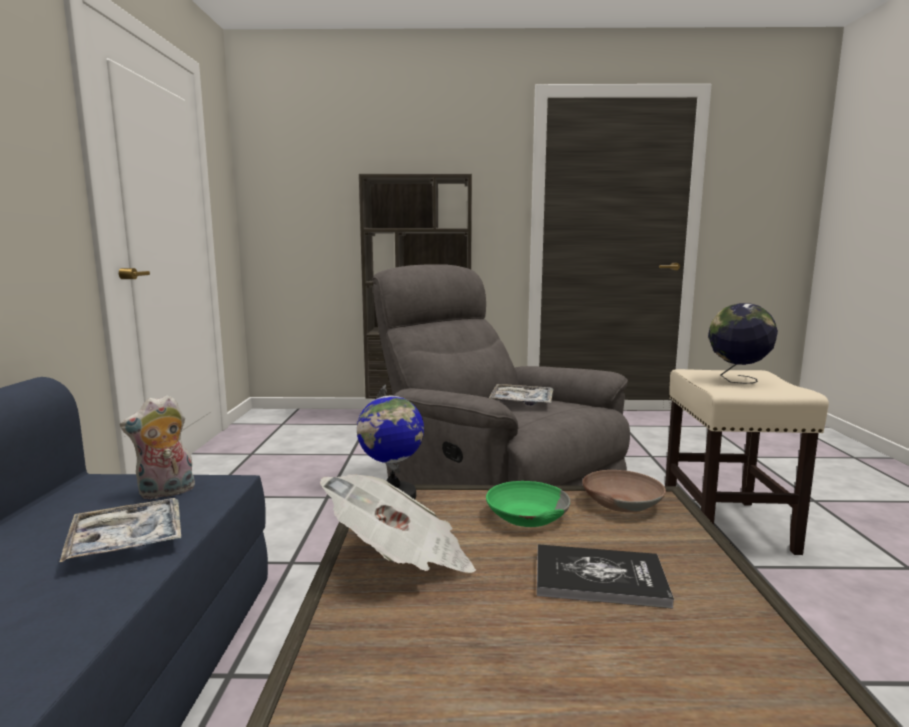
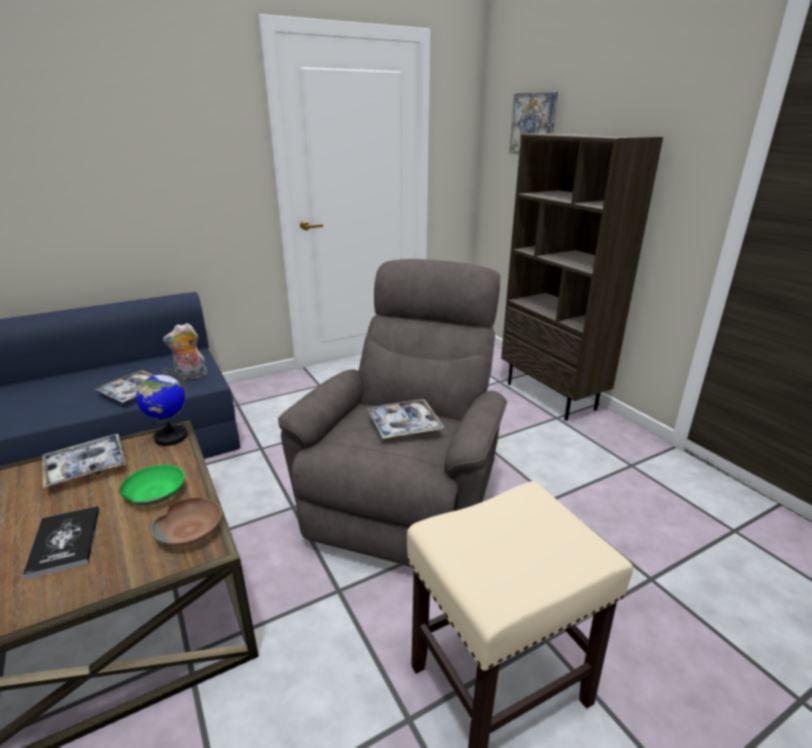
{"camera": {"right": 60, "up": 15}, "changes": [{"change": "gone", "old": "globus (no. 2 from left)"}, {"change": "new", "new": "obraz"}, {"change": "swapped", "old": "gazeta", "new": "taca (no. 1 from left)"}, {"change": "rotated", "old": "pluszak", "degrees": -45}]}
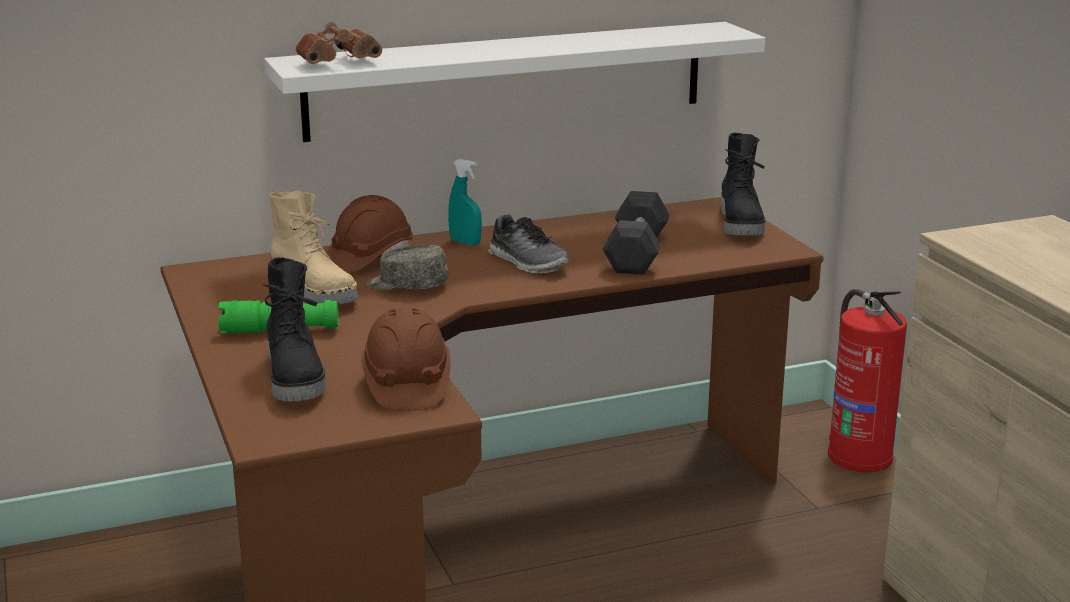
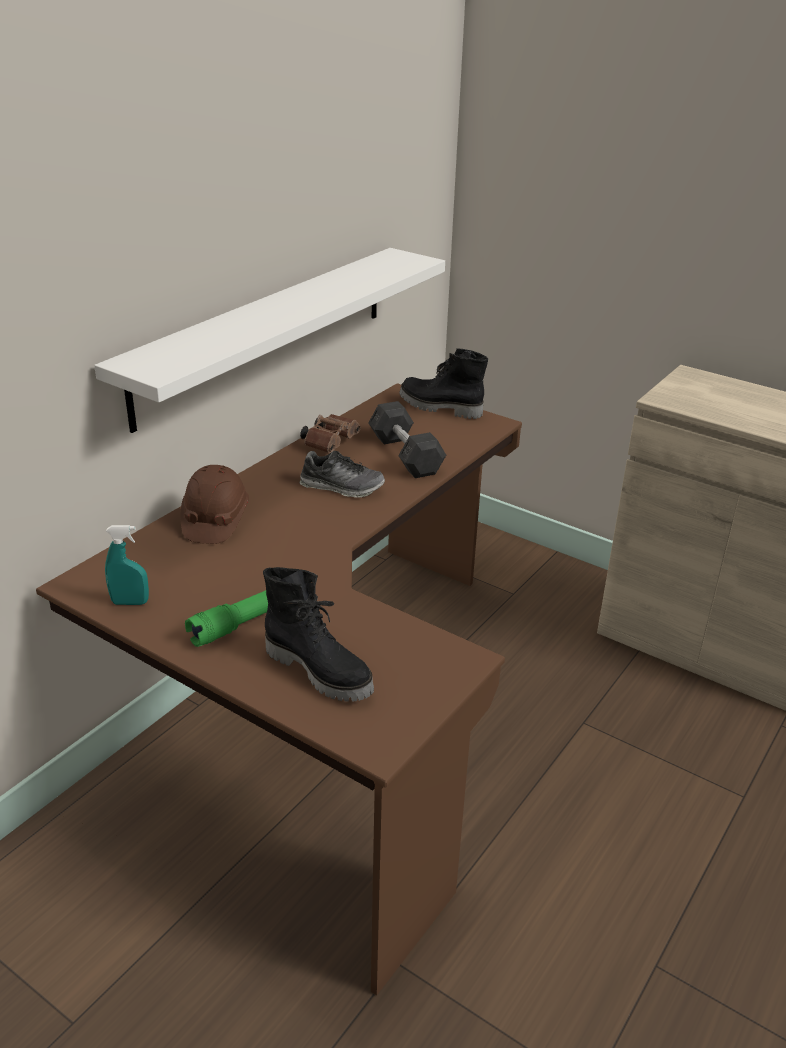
{"camera": {"right": -35, "up": 10}, "changes": [{"change": "gone", "old": "but z cholewką (beżowy)"}, {"change": "gone", "old": "kask (brązowy) (no. 2 from left)"}, {"change": "gone", "old": "czapka z daszkiem (szary)"}, {"change": "gone", "old": "gaśnica"}, {"change": "shifted", "old": "lornetka (brązowy)"}, {"change": "shifted", "old": "spryskiwacz (turkusowy)"}, {"change": "rotated", "old": "but z cholewką (czarny) (no. 2 from left)", "degrees": 150}]}
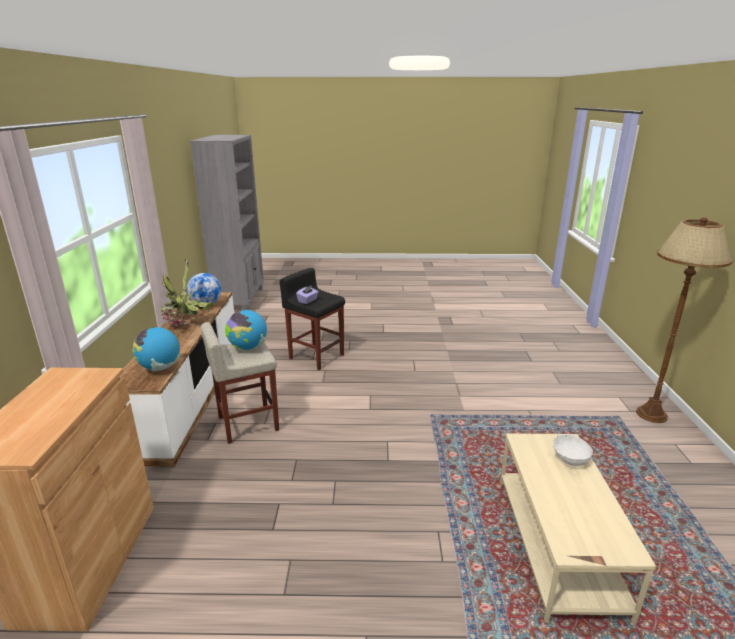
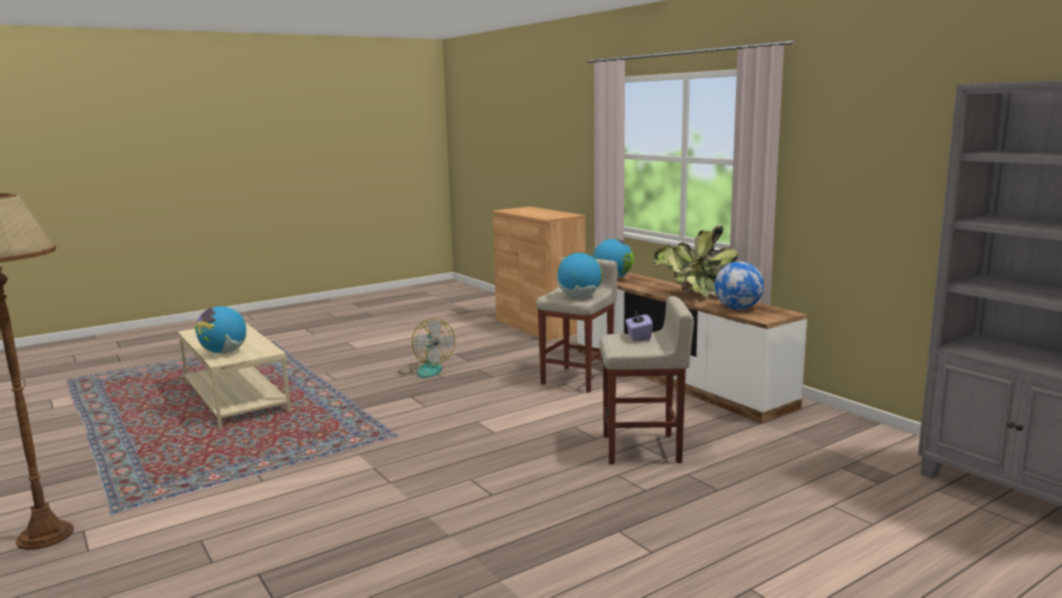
{"camera": {"right": 145, "up": -10}, "changes": [{"change": "new", "new": "wentylator"}, {"change": "swapped", "old": "miska (biały)", "new": "globus (no. 1 from left)"}, {"change": "repainted", "old": "stołek (czarny)", "new": "stołek (beżowy) (no. 2 from left)"}]}
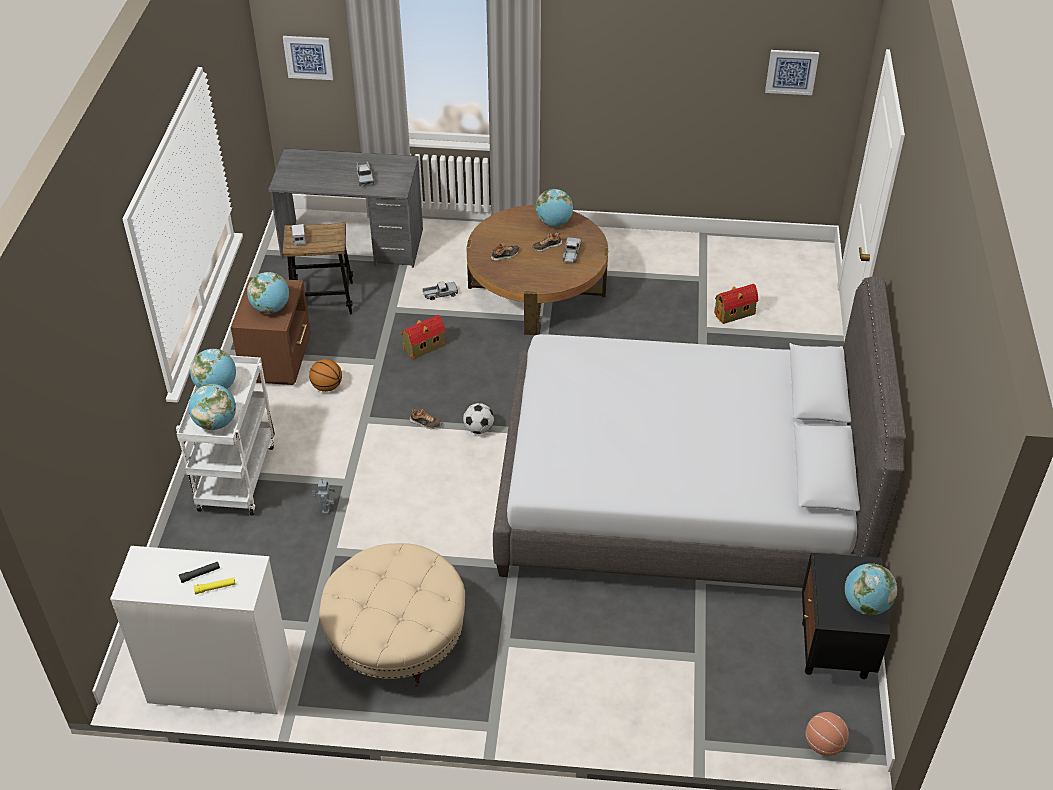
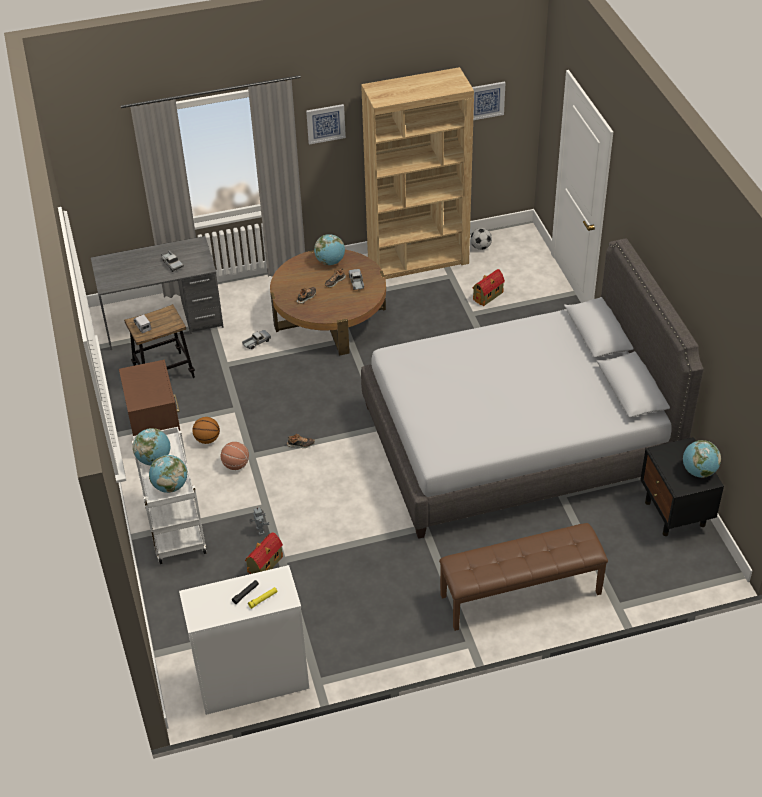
{"camera": {"right": -20, "up": 0}, "changes": [{"change": "gone", "old": "globus (no. 3 from left)"}, {"change": "gone", "old": "pufa (beżowy)"}, {"change": "new", "new": "regał (brązowy)"}, {"change": "new", "new": "ławka (brązowy)"}, {"change": "shifted", "old": "obraz (no. 1 from left)"}, {"change": "shifted", "old": "domek (no. 1 from left)"}, {"change": "shifted", "old": "piłka futbolowa"}, {"change": "shifted", "old": "piłka do koszykówki (no. 2 from left)"}]}
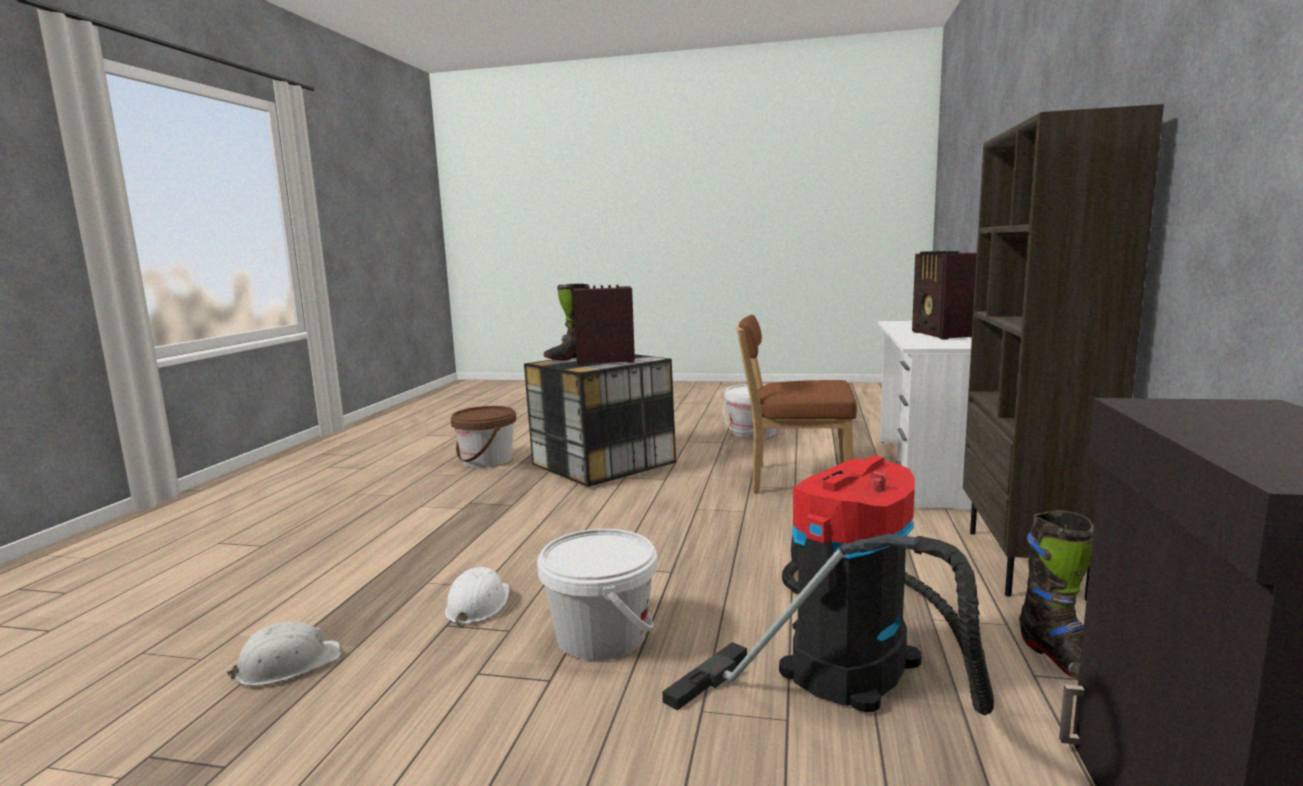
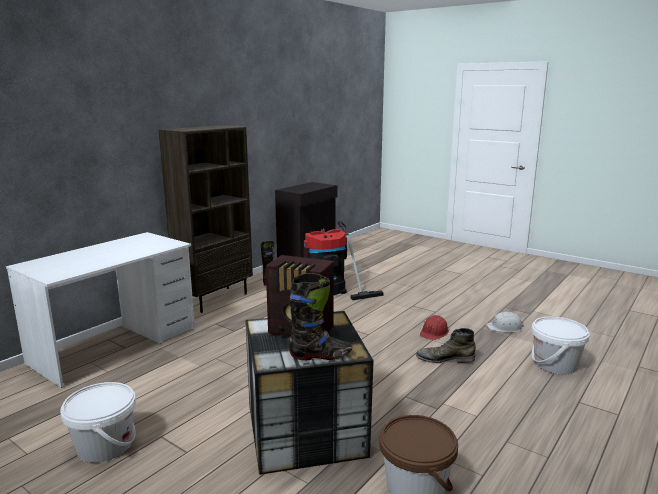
{"camera": {"right": -155, "up": 5}, "changes": [{"change": "gone", "old": "krzesło (brązowy)"}, {"change": "gone", "old": "radio (no. 2 from left)"}, {"change": "new", "new": "but z cholewką (zielony)"}, {"change": "shifted", "old": "wiadro (biały) (no. 1 from left in the first image)", "new": "wiadro (biały) (no. 2 from left)"}, {"change": "repainted", "old": "kask (biały) (no. 2 from left)", "new": "kask (czerwony)"}]}
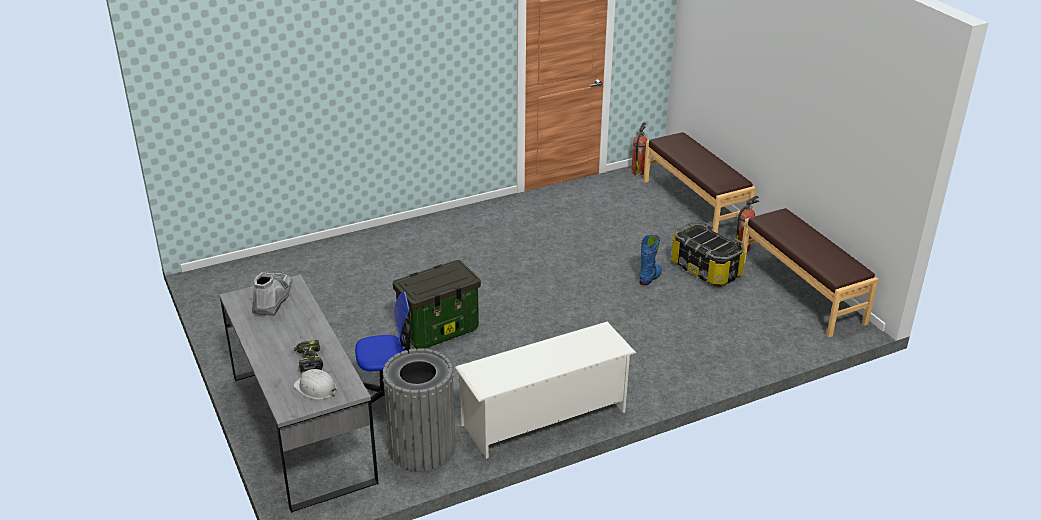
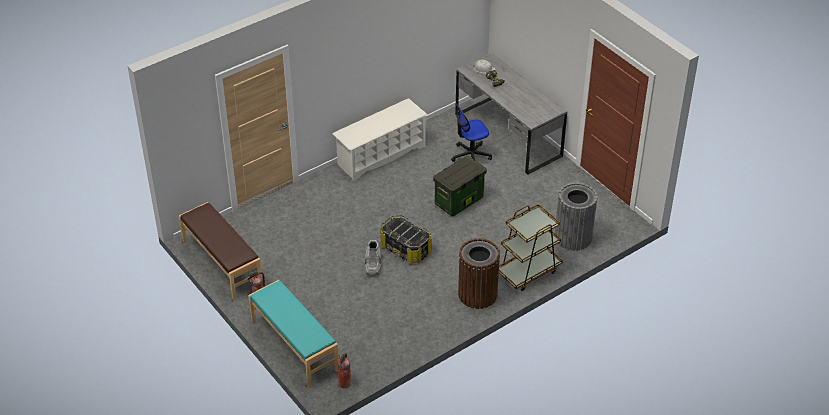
{"camera": {"right": 170, "up": 10}, "changes": [{"change": "gone", "old": "but z cholewką (niebieski)"}, {"change": "new", "new": "kosz na śmieci (brązowy)"}, {"change": "new", "new": "wózek (brązowy)"}, {"change": "shifted", "old": "but z cholewką (szary)"}, {"change": "shifted", "old": "kosz na śmieci (szary)"}, {"change": "shifted", "old": "pojemnik do przechowywania (no. 2 from left in the first image)", "new": "pojemnik do przechowywania (no. 1 from left)"}, {"change": "repainted", "old": "ławka (brązowy) (no. 1 from left)", "new": "ławka (turkusowy)"}]}
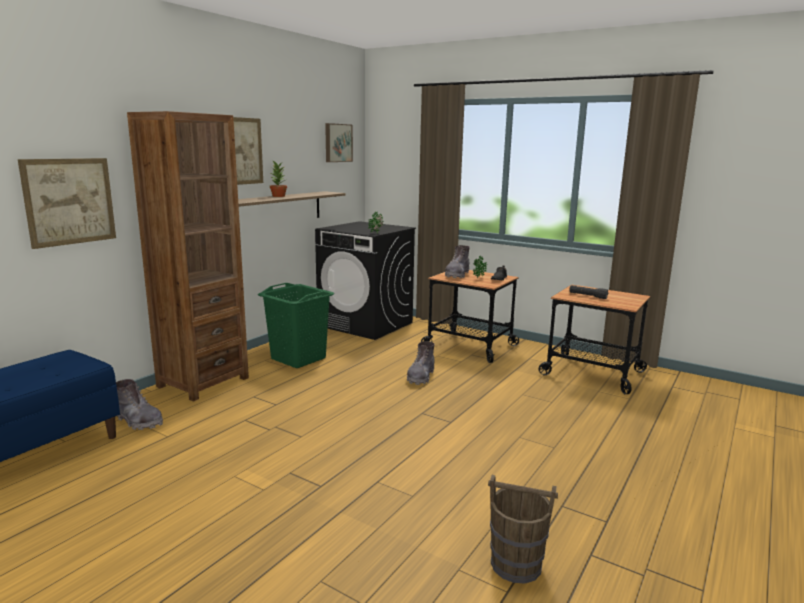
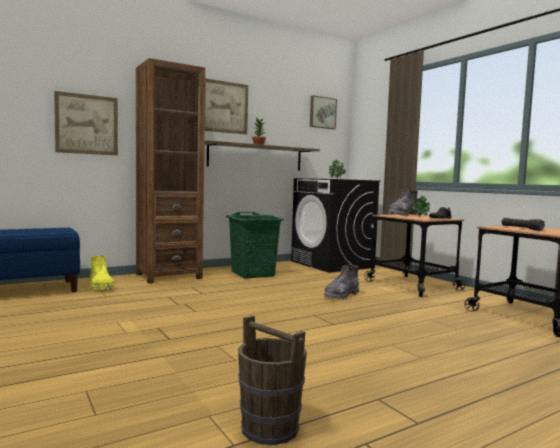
{"camera": {"right": 25, "up": -10}, "changes": [{"change": "repainted", "old": "but z cholewką (szary) (no. 1 from left)", "new": "but z cholewką (żółty)"}]}
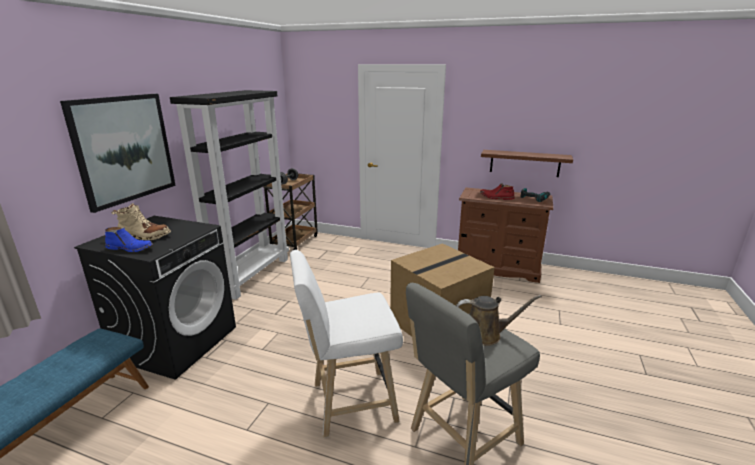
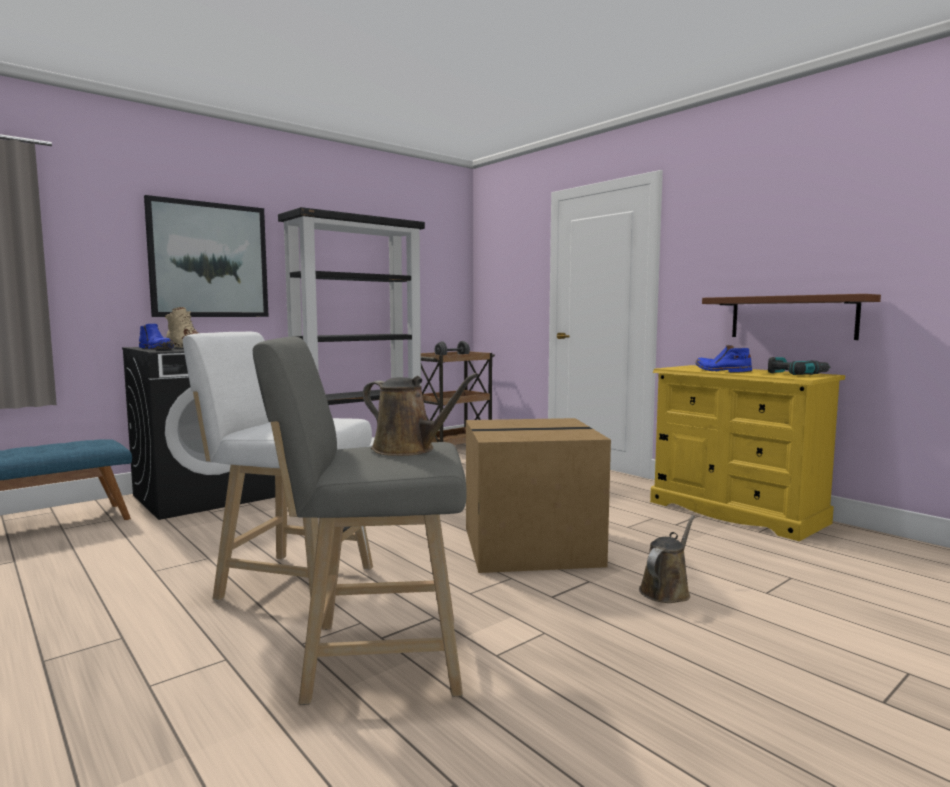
{"camera": {"right": 30, "up": -15}, "changes": [{"change": "new", "new": "konewka (brązowy) (no. 2 from left)"}, {"change": "repainted", "old": "komoda (brązowy)", "new": "komoda (żółty)"}, {"change": "repainted", "old": "but z cholewką (czerwony)", "new": "but z cholewką (niebieski) (no. 2 from left)"}]}
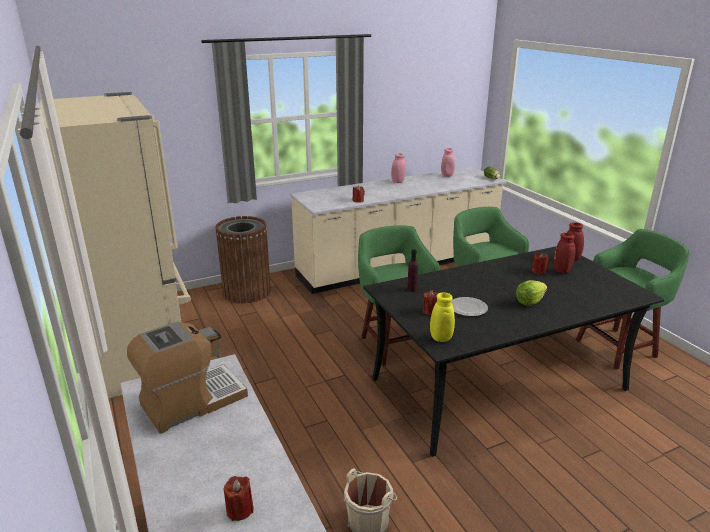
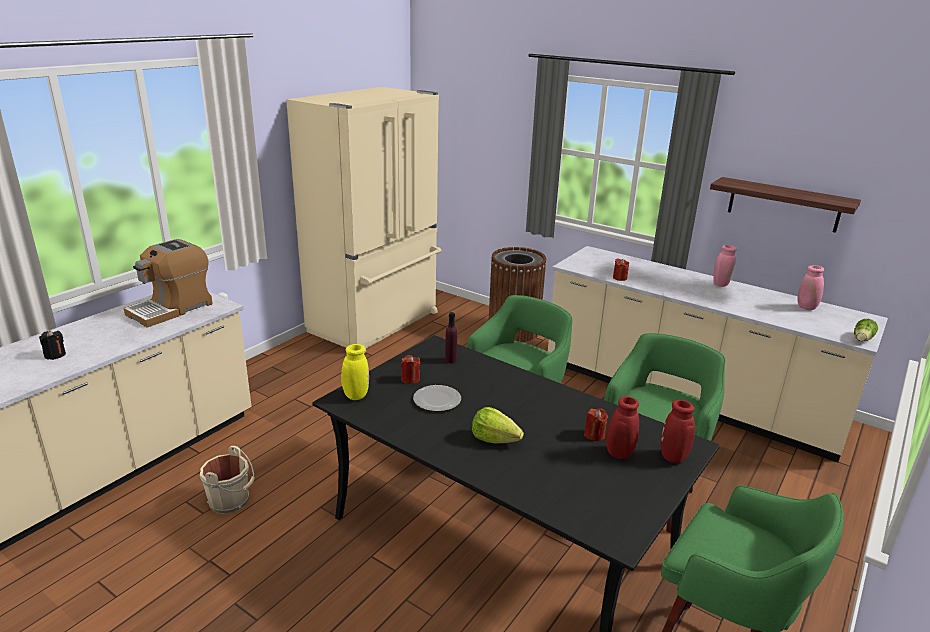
{"camera": {"right": 60, "up": 0}, "changes": [{"change": "new", "new": "półka"}, {"change": "repainted", "old": "świeca (czerwony) (no. 1 from left)", "new": "świeca (czarny)"}, {"change": "rotated", "old": "ekspres do kawy", "degrees": 105}]}
